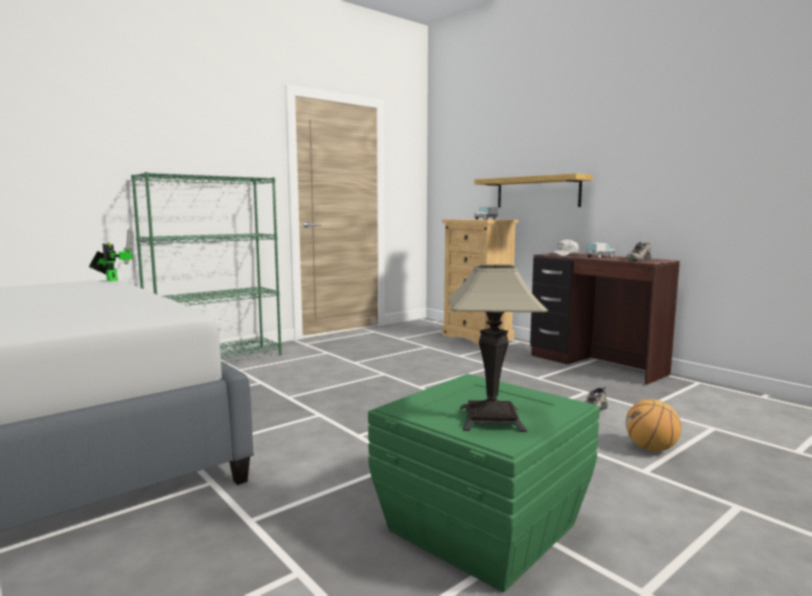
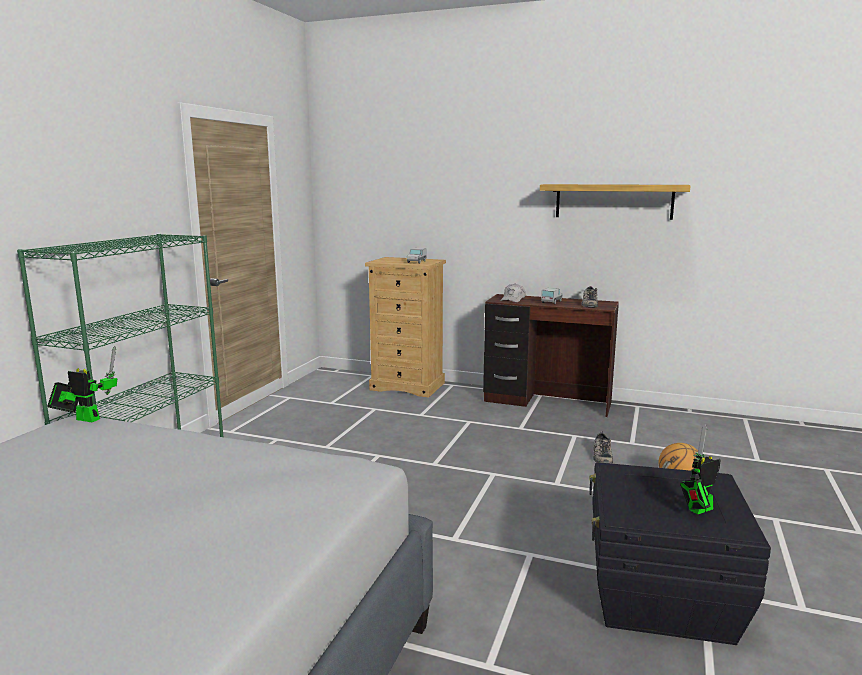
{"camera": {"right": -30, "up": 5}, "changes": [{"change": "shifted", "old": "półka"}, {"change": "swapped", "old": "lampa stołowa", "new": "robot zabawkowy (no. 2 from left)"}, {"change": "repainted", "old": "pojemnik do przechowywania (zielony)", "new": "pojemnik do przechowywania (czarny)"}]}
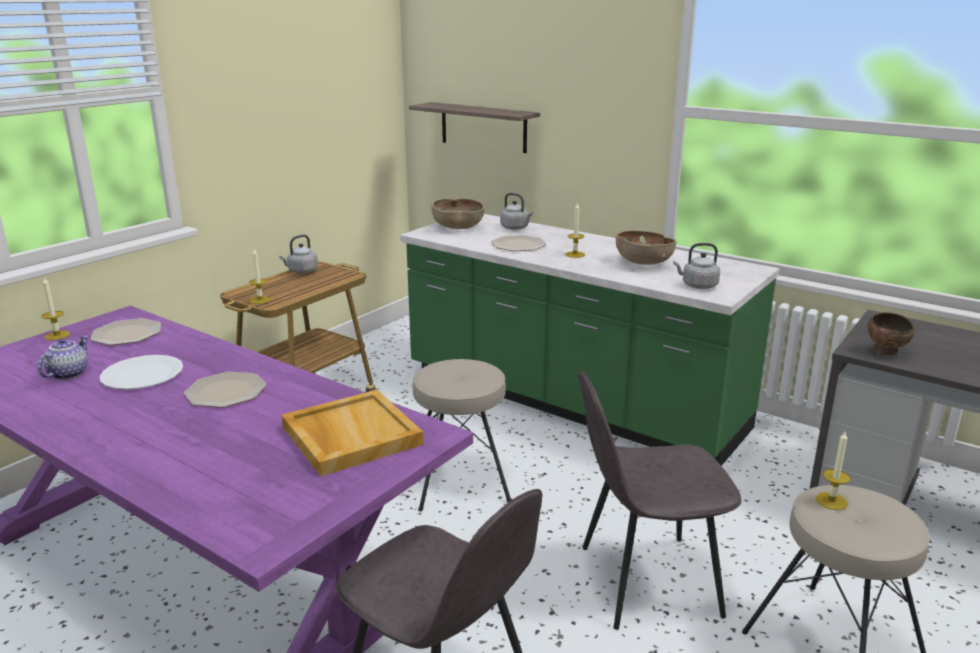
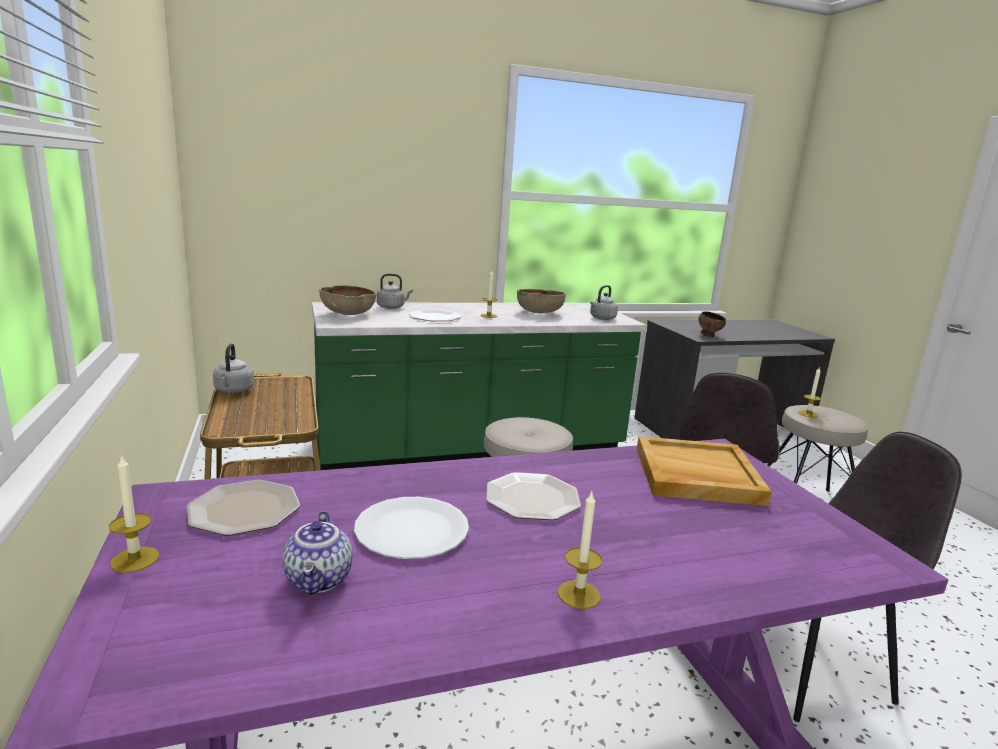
{"camera": {"right": -55, "up": -5}, "changes": [{"change": "gone", "old": "półka"}, {"change": "shifted", "old": "świeca (no. 2 from left in the first image)", "new": "świeca (no. 3 from left)"}, {"change": "rotated", "old": "imbryk", "degrees": -150}]}
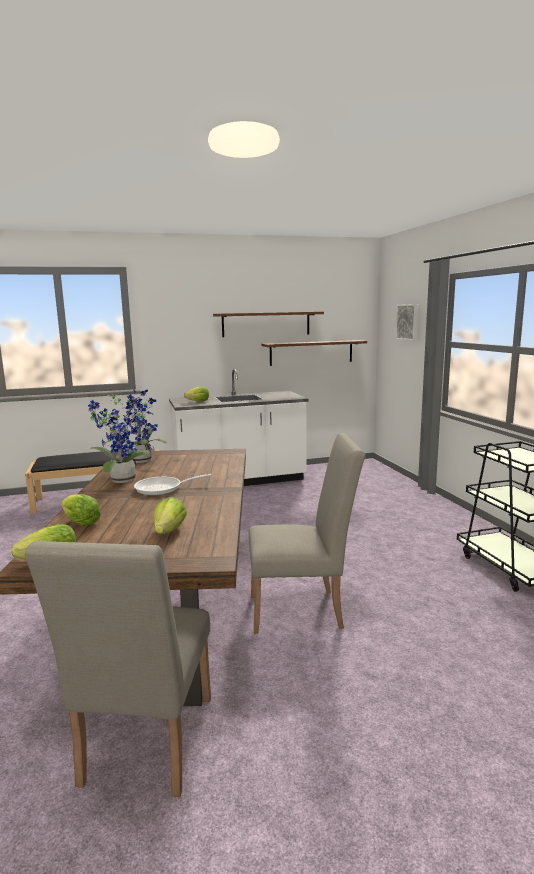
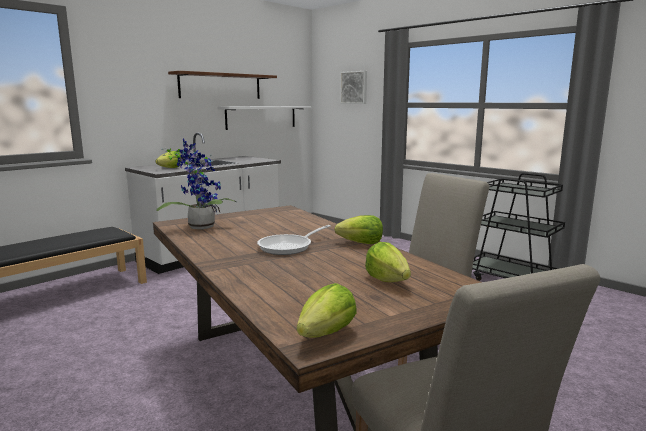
{"camera": {"right": -30, "up": 0}, "changes": [{"change": "gone", "old": "roślina doniczkowa (no. 1 from left)"}, {"change": "shifted", "old": "sałata (no. 2 from left in the first image)", "new": "sałata (no. 3 from left)"}, {"change": "repainted", "old": "półka (brązowy) (no. 2 from left)", "new": "półka (biały)"}]}
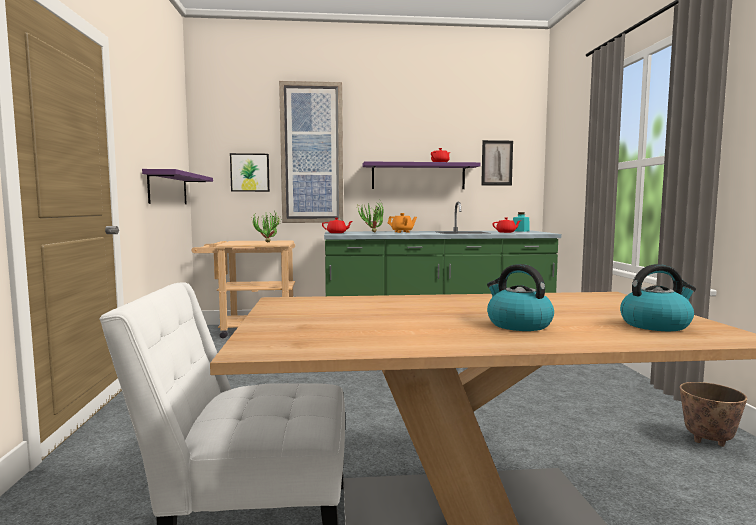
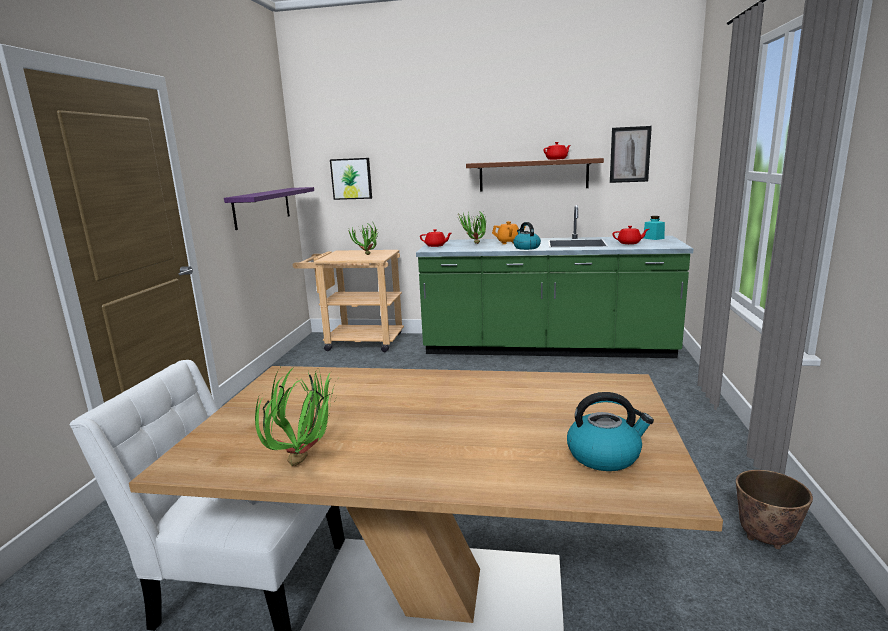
{"camera": {"right": 15, "up": 10}, "changes": [{"change": "gone", "old": "obraz (no. 2 from left)"}, {"change": "new", "new": "roślina doniczkowa (no. 1 from left)"}, {"change": "shifted", "old": "czajnik (no. 1 from left)"}, {"change": "repainted", "old": "półka (fioletowy) (no. 2 from left)", "new": "półka (brązowy)"}]}
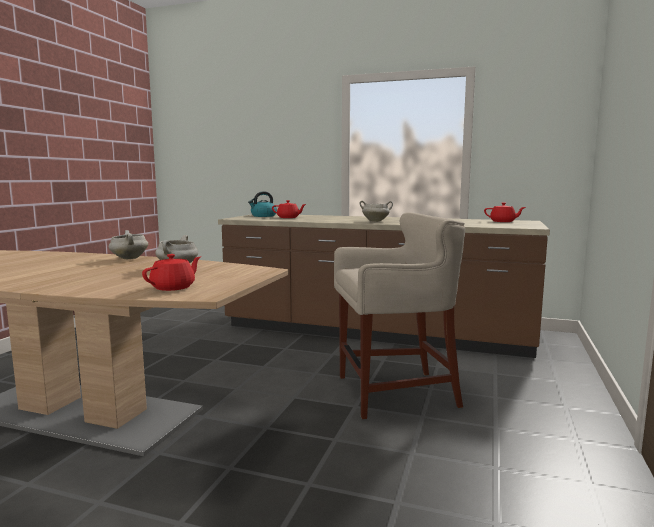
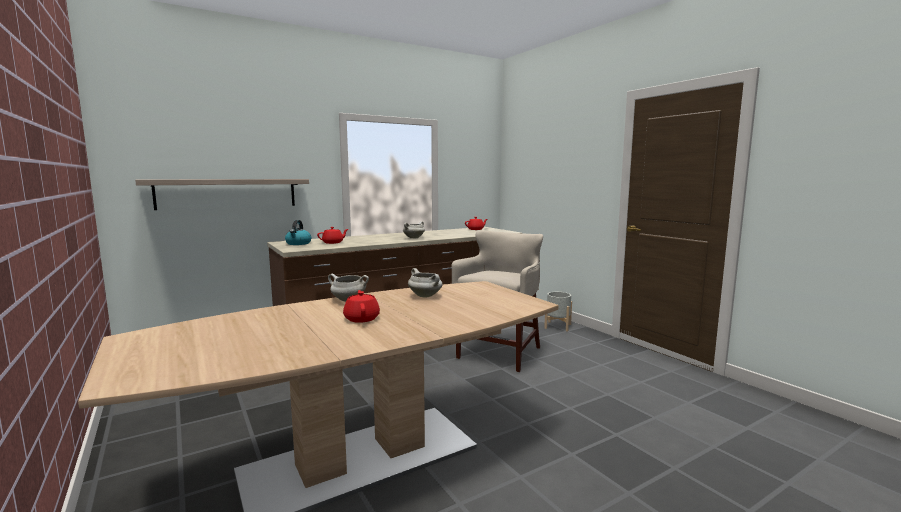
{"camera": {"right": -50, "up": 0}, "changes": [{"change": "new", "new": "półka"}, {"change": "new", "new": "donica (szary)"}, {"change": "shifted", "old": "imbryk (czerwony) (no. 1 from left in the first image)", "new": "imbryk (czerwony) (no. 2 from left)"}]}
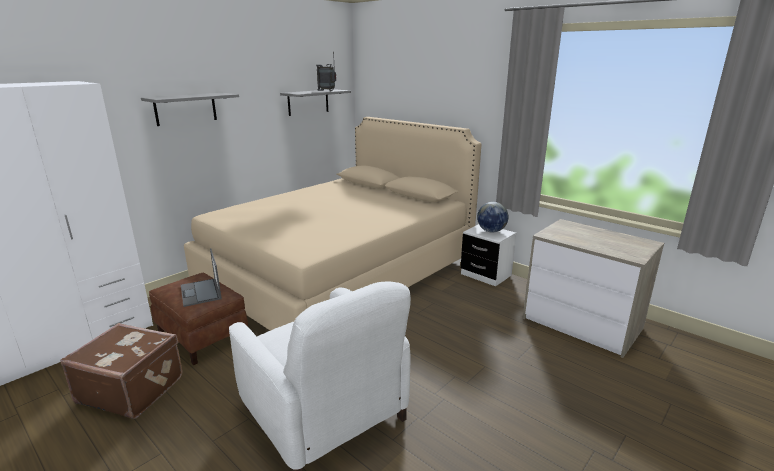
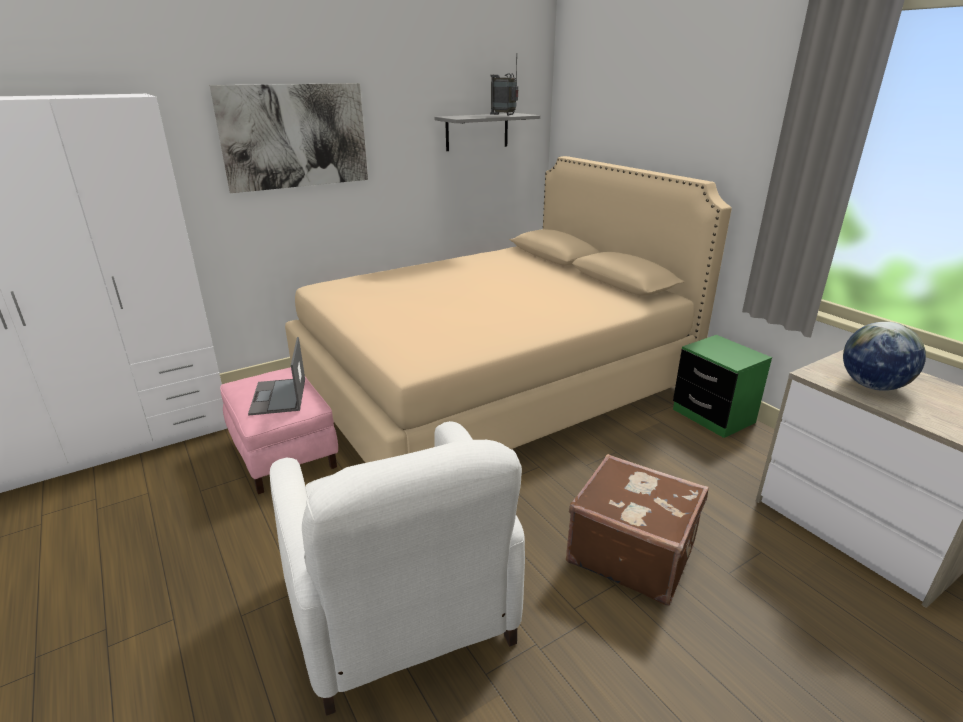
{"camera": {"right": 15, "up": 5}, "changes": [{"change": "shifted", "old": "walizka (brązowy)"}, {"change": "shifted", "old": "globus"}, {"change": "swapped", "old": "półka (szary) (no. 1 from left)", "new": "obraz"}, {"change": "repainted", "old": "pufa (brązowy)", "new": "pufa (różowy)"}, {"change": "repainted", "old": "szafka nocna (biały)", "new": "szafka nocna (zielony)"}]}
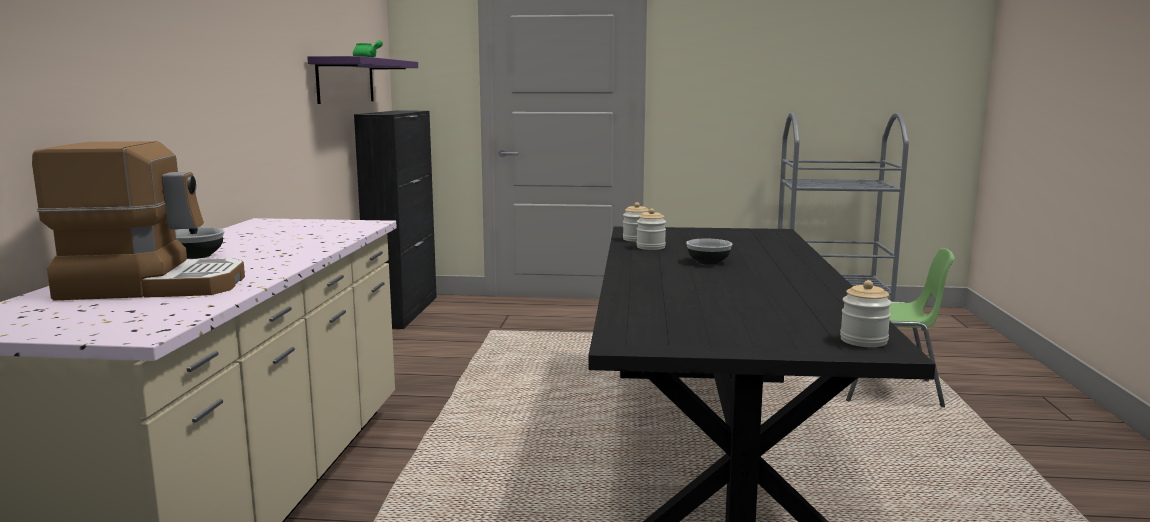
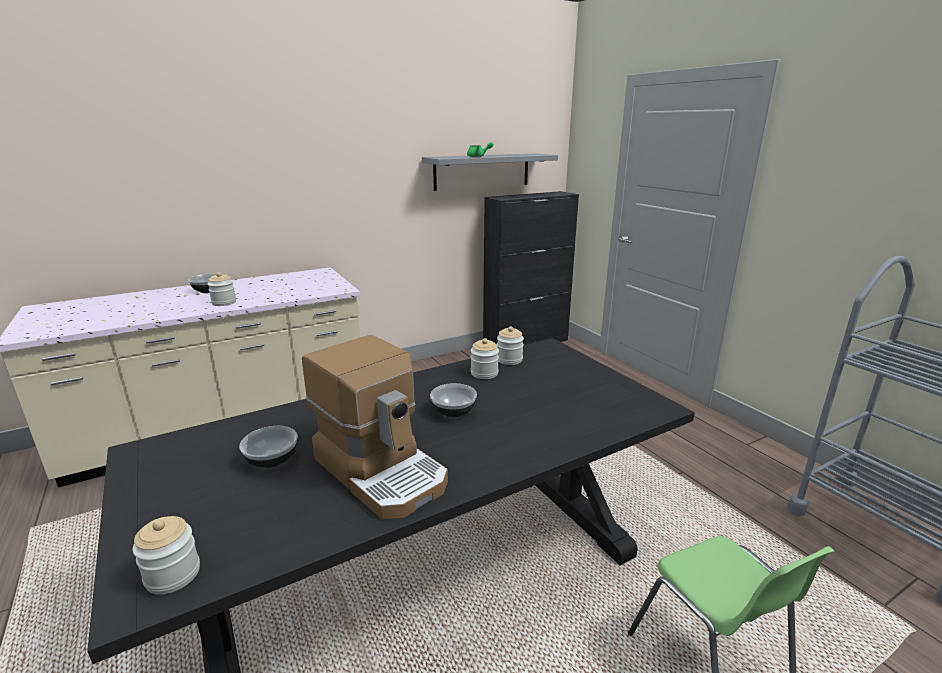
{"camera": {"right": 55, "up": 10}, "changes": [{"change": "new", "new": "słoik (no. 2 from left)"}, {"change": "new", "new": "miska (no. 2 from left)"}, {"change": "shifted", "old": "ekspres do kawy"}, {"change": "repainted", "old": "półka (fioletowy)", "new": "półka (szary)"}]}
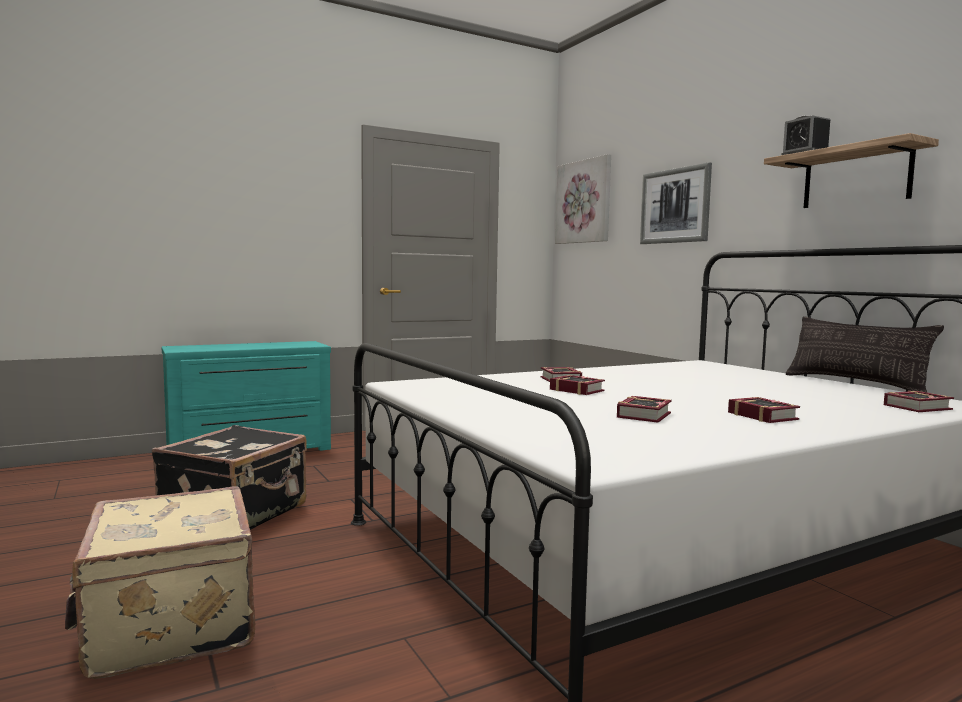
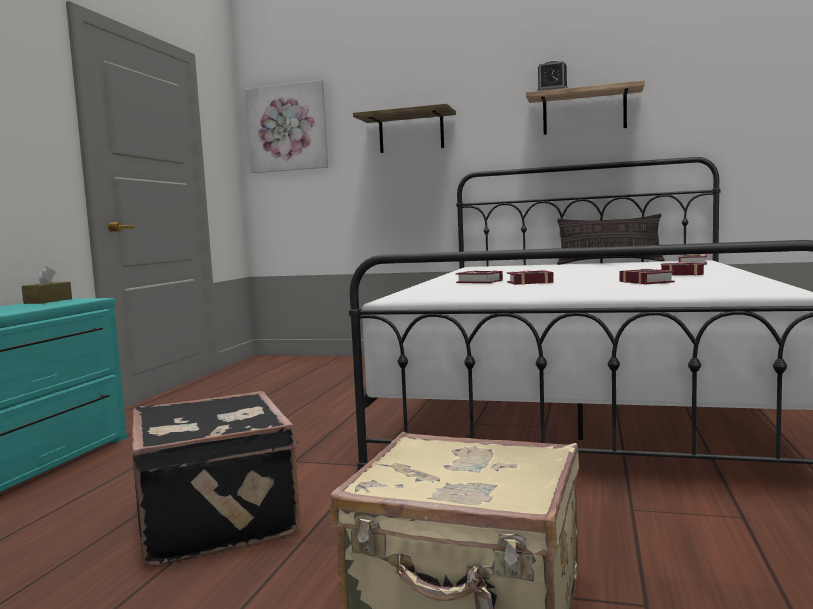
{"camera": {"right": -45, "up": 0}, "changes": [{"change": "new", "new": "pudełko chusteczek (brązowy)"}, {"change": "swapped", "old": "obraz (no. 2 from left)", "new": "półka (no. 1 from left)"}]}
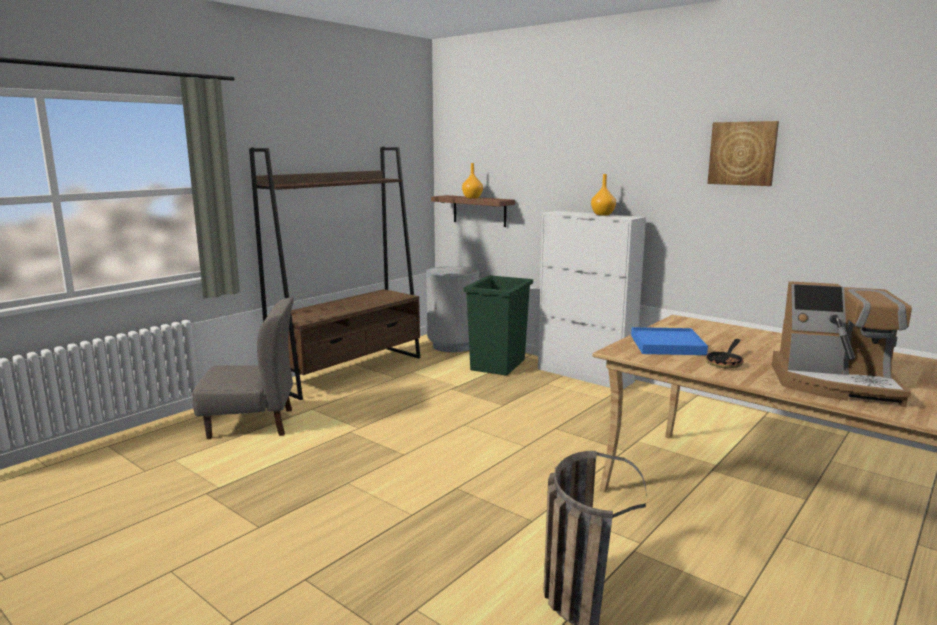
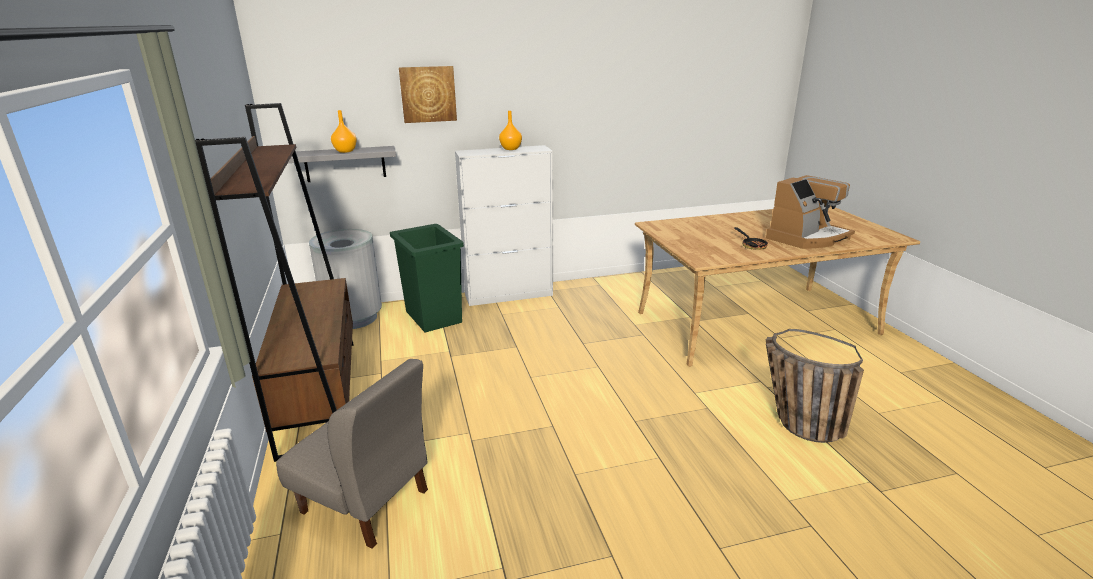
{"camera": {"right": -55, "up": 10}, "changes": [{"change": "gone", "old": "taca (niebieski)"}, {"change": "shifted", "old": "obraz"}, {"change": "repainted", "old": "półka (brązowy)", "new": "półka (szary)"}, {"change": "rotated", "old": "krzesło (szary)", "degrees": 90}]}
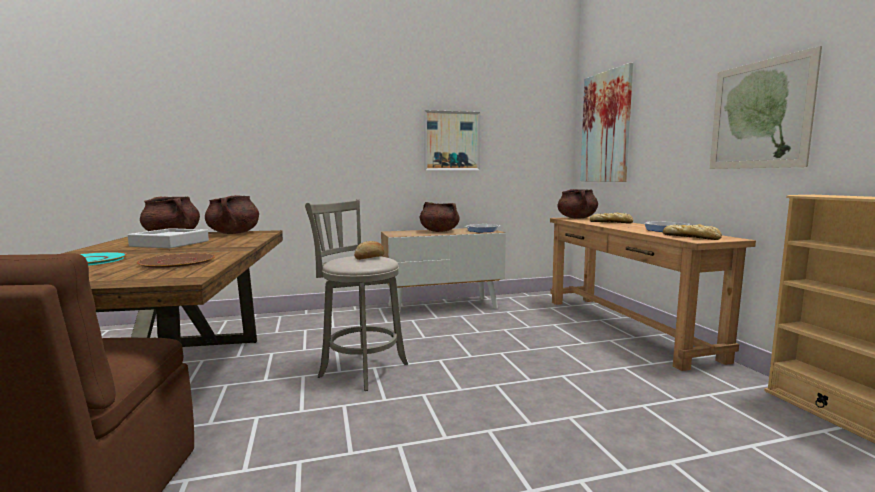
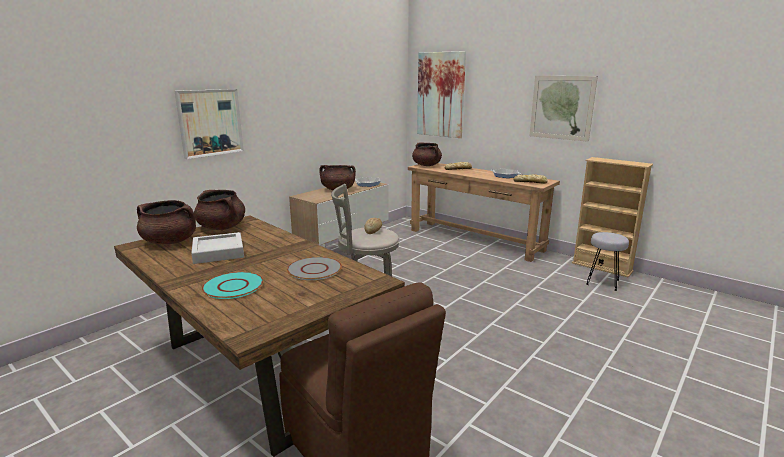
{"camera": {"right": -35, "up": 10}, "changes": [{"change": "new", "new": "stołek (szary) (no. 2 from left)"}, {"change": "shifted", "old": "obraz (no. 1 from left)"}, {"change": "repainted", "old": "talerz (brązowy)", "new": "talerz (szary)"}]}
